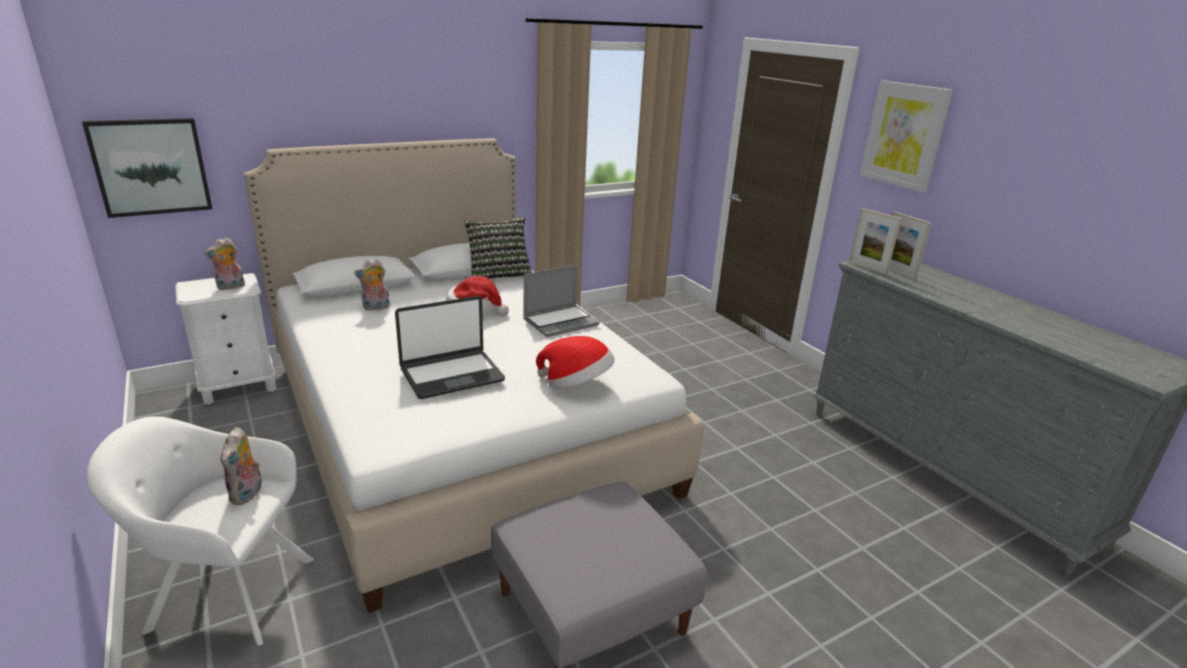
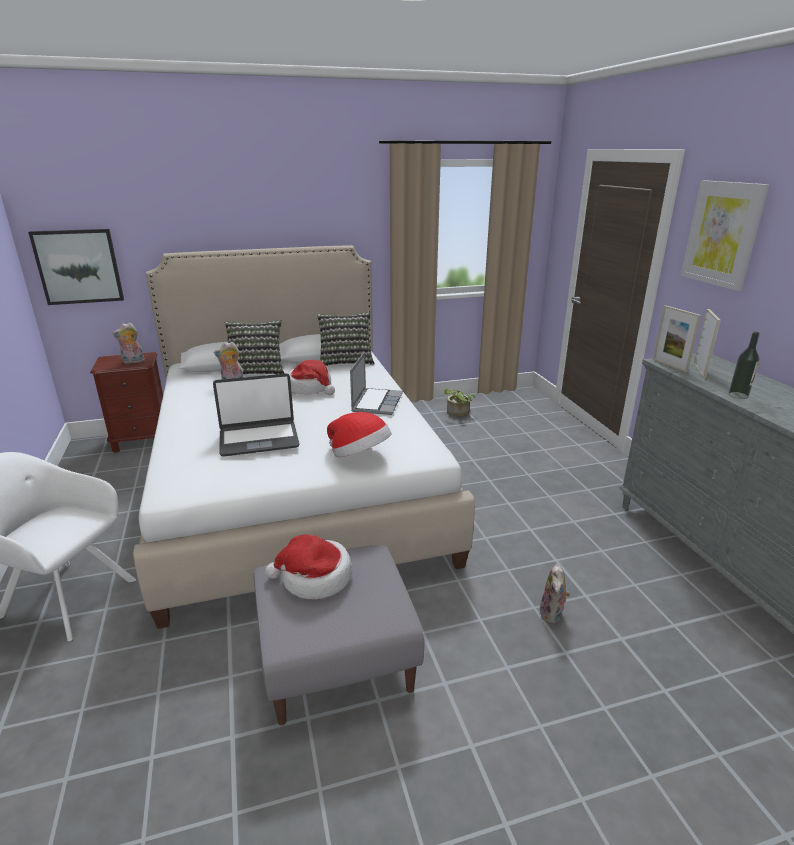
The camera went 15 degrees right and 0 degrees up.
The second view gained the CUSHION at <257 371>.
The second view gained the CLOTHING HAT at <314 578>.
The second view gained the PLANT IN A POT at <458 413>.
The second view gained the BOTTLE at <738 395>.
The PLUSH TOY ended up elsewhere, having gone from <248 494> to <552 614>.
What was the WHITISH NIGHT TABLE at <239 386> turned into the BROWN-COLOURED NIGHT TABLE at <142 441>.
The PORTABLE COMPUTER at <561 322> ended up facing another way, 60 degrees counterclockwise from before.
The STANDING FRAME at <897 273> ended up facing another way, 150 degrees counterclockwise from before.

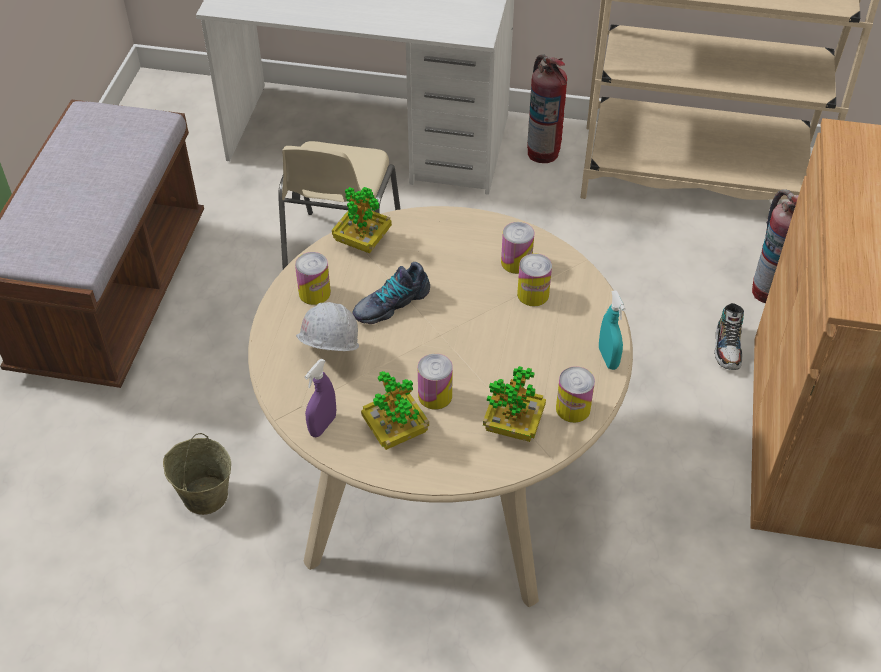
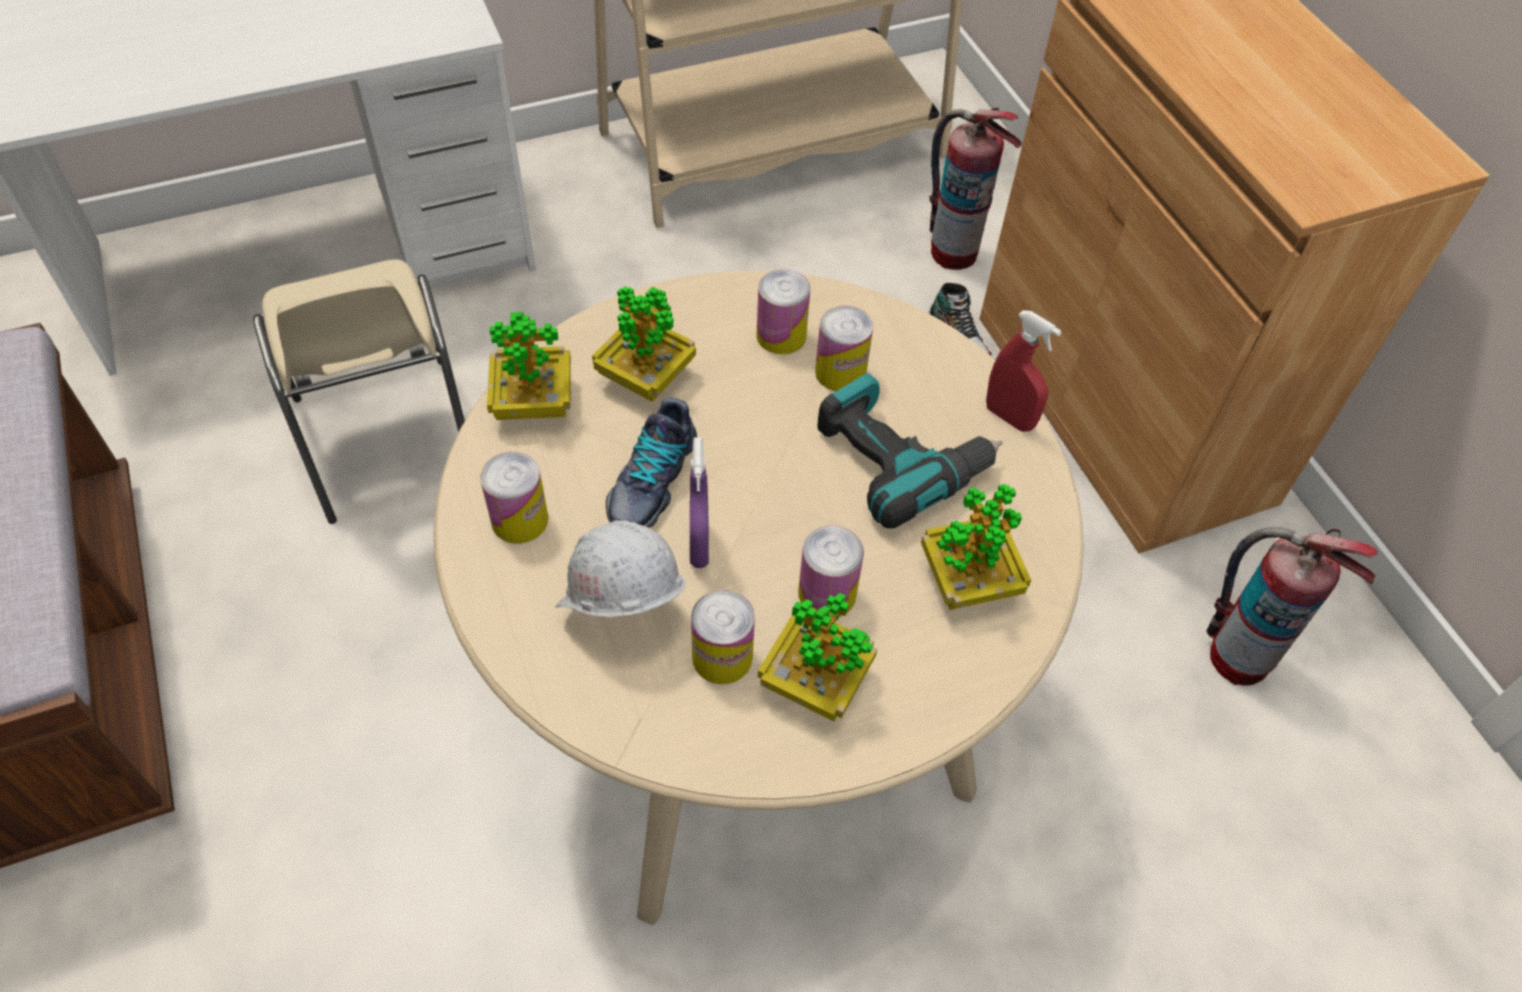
The camera went 35 degrees left and 5 degrees up.
The second view lost the BEIGE-COLOURED BUCKET at <204 495>.
The second view gained the PLANT IN A POT at <645 377>.
The second view gained the POWER DRILL at <899 459>.
The PURPLE SPRAYER ended up elsewhere, having gone from <322 425> to <699 545>.
The FIRE EXTINGUISHER ended up elsewhere, having gone from <543 152> to <1238 656>.
The SEALED CAN ended up elsewhere, having gone from <573 408> to <722 657>.
What was the TURQUOISE SPRAYER at <608 358> turned into the RED SPRAYER at <1009 417>.

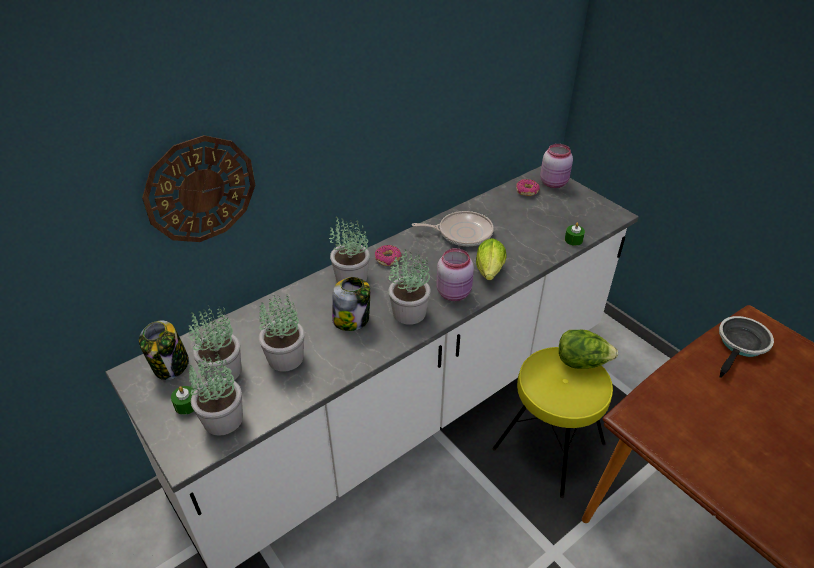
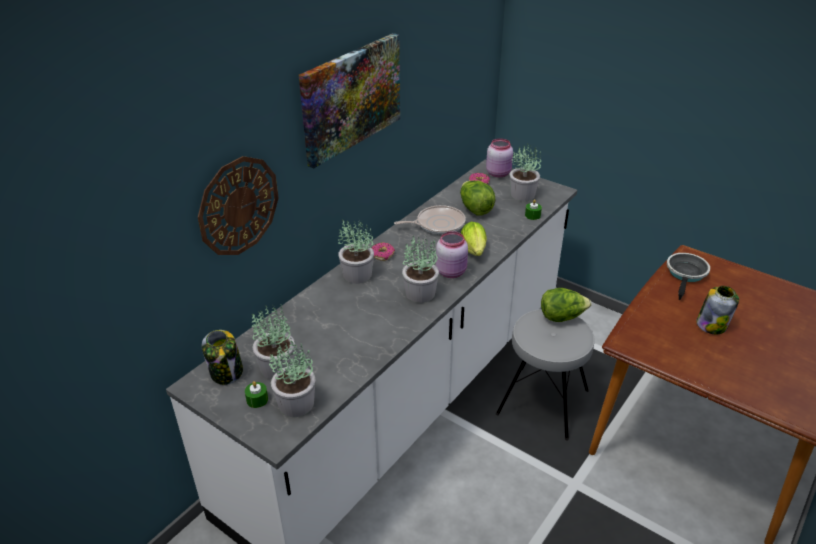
The camera went 15 degrees left and 5 degrees down.
The second view gained the PICTURE at <351 98>.
The second view gained the LETTUCE at <475 209>.
The PLANT IN A POT ended up elsewhere, having gone from <286 358> to <523 194>.
The STORAGE JAR ended up elsewhere, having gone from <352 319> to <712 325>.
What was the YELLOWISH SITTING STOOL at <549 447> turned into the GRAY SITTING STOOL at <543 402>.

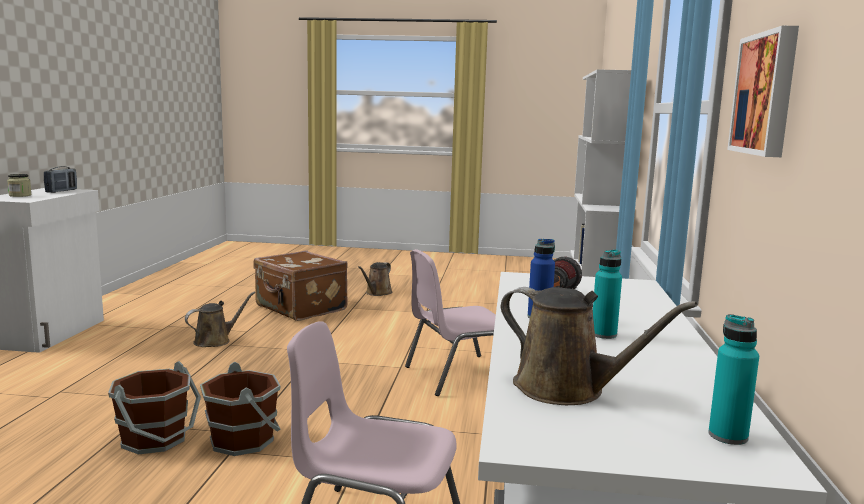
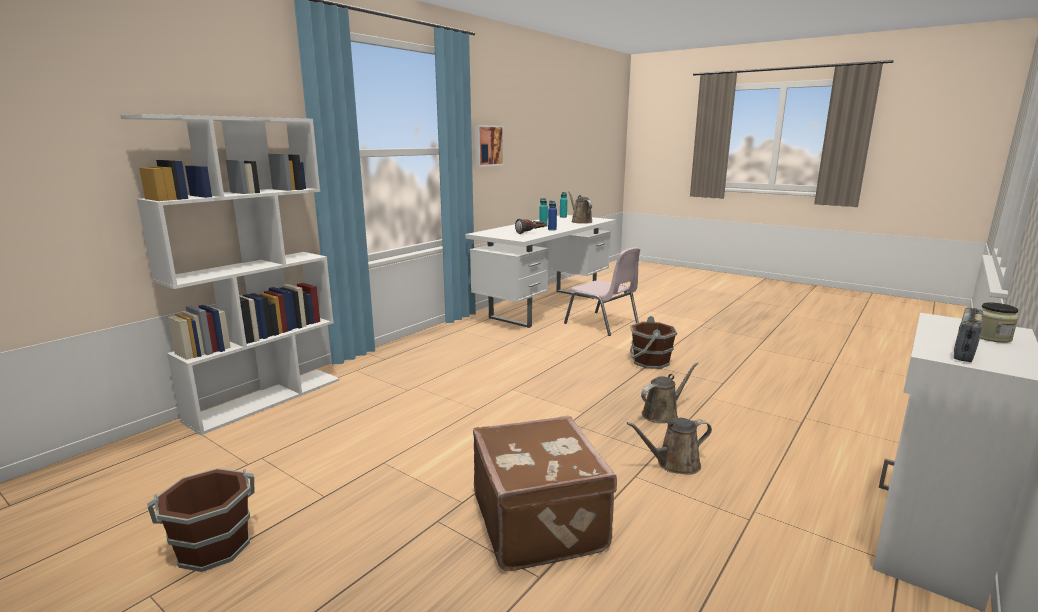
The camera went 150 degrees left and 5 degrees up.
The second view lost the PINK PLAIN CHAIR at <458 375>.
The BROWN-COLOURED BUCKET ended up elsewhere, having gone from <155 439> to <213 546>.
The BROWN-COLOURED WATERING CAN ended up elsewhere, having gone from <377 293> to <662 414>.

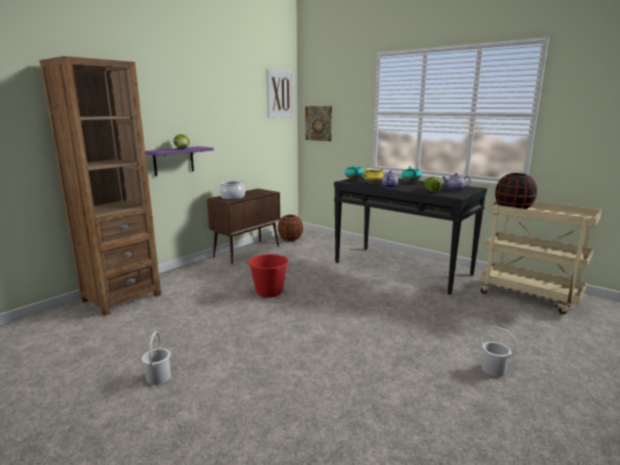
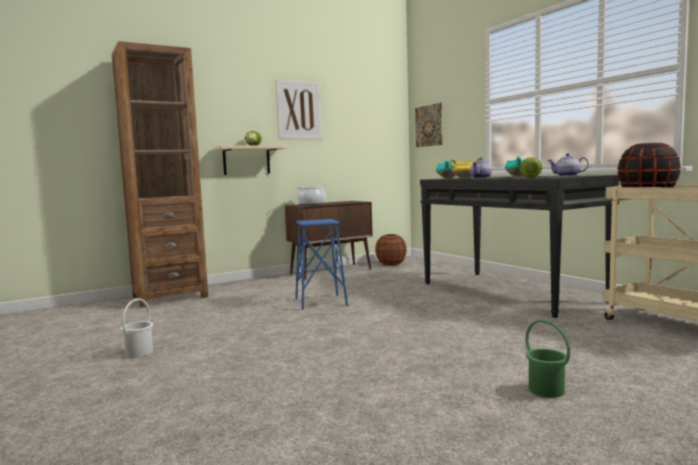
The camera went 20 degrees right and 10 degrees down.
The PICTURE ended up elsewhere, having gone from <280 94> to <298 110>.
Where the RED BUCKET stood at <269 292>, the BLUISH SITTING STOOL came to stand at <320 302>.
What was the PURPLE SHELF at <173 161> turned into the BEIGE-COLOURED SHELF at <246 160>.
What was the WHITISH BUCKET at <493 369> turned into the GREENISH BUCKET at <546 390>.

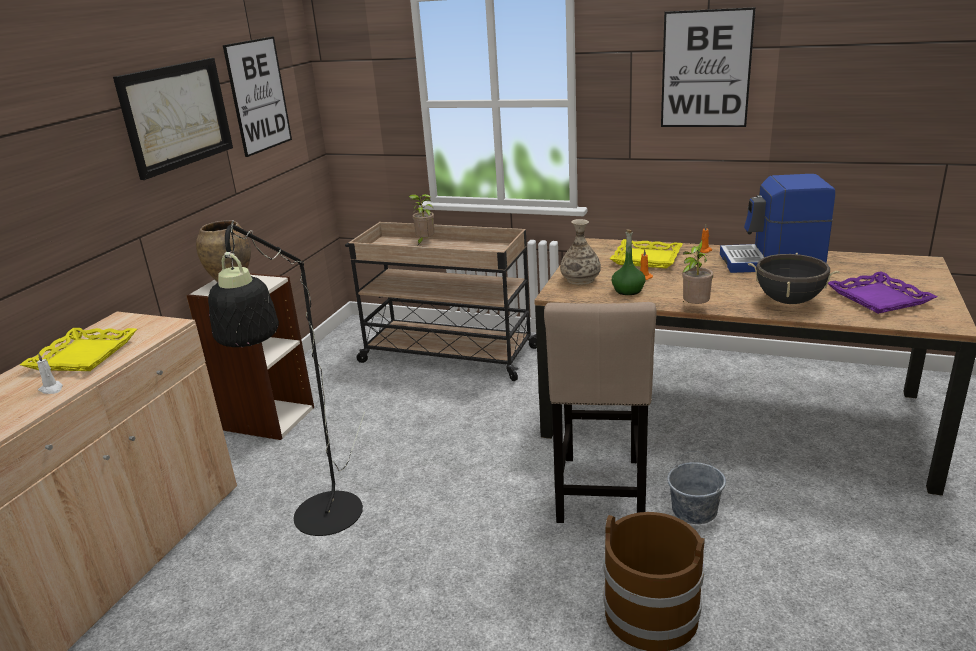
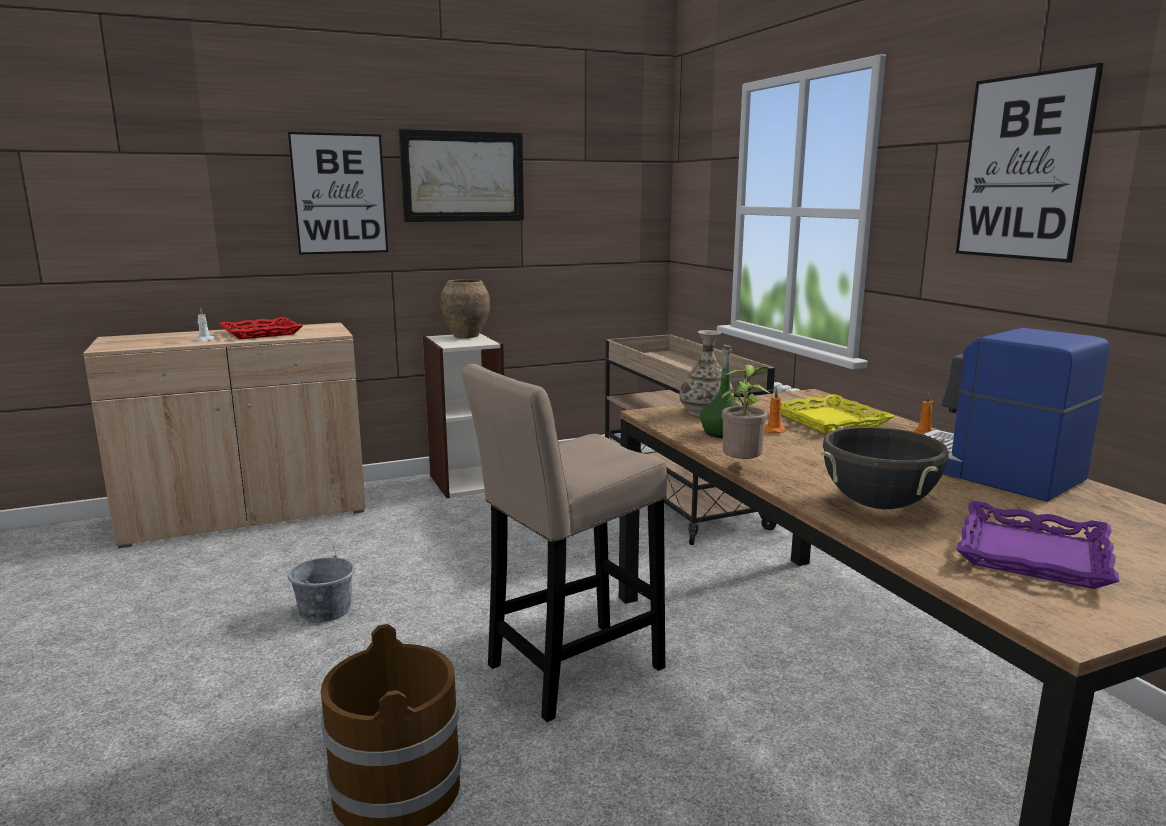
The camera went 45 degrees right and 10 degrees down.
The second view lost the BLACKISH FLOOR LAMP at <324 525>.
The second view lost the PLANT IN A POT at <424 242>.
The PICTURE ended up elsewhere, having gone from <258 95> to <339 194>.
The GRAY BUCKET ended up elsewhere, having gone from <694 510> to <325 610>.
What was the YELLOWISH CARRYING TRAY at <83 355> turned into the RED CARRYING TRAY at <261 333>.

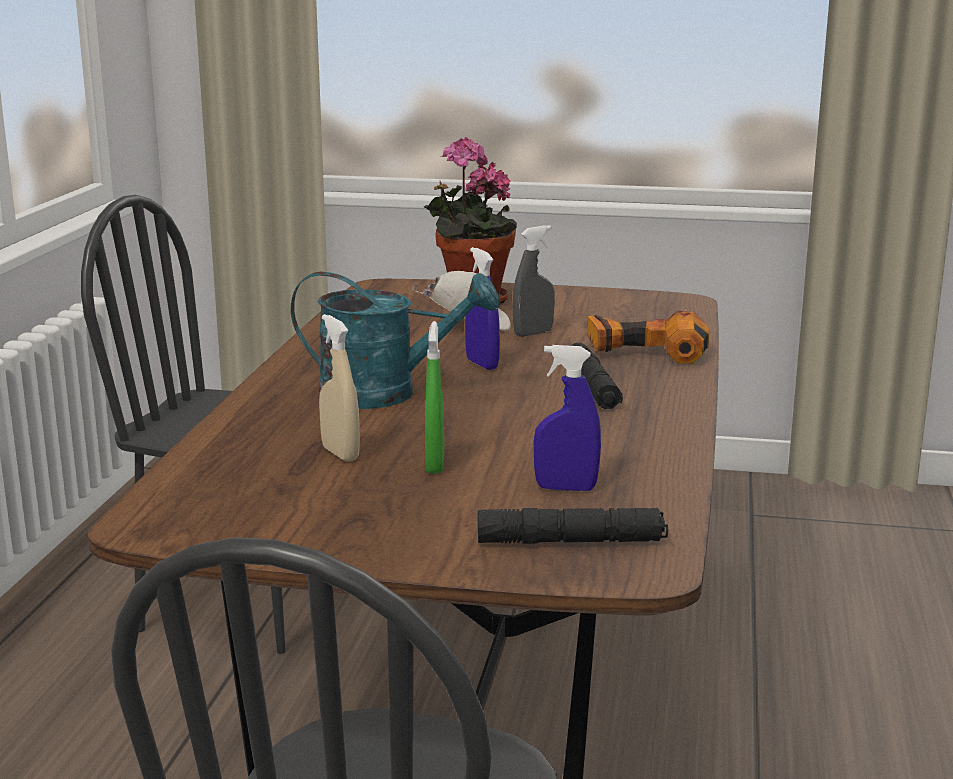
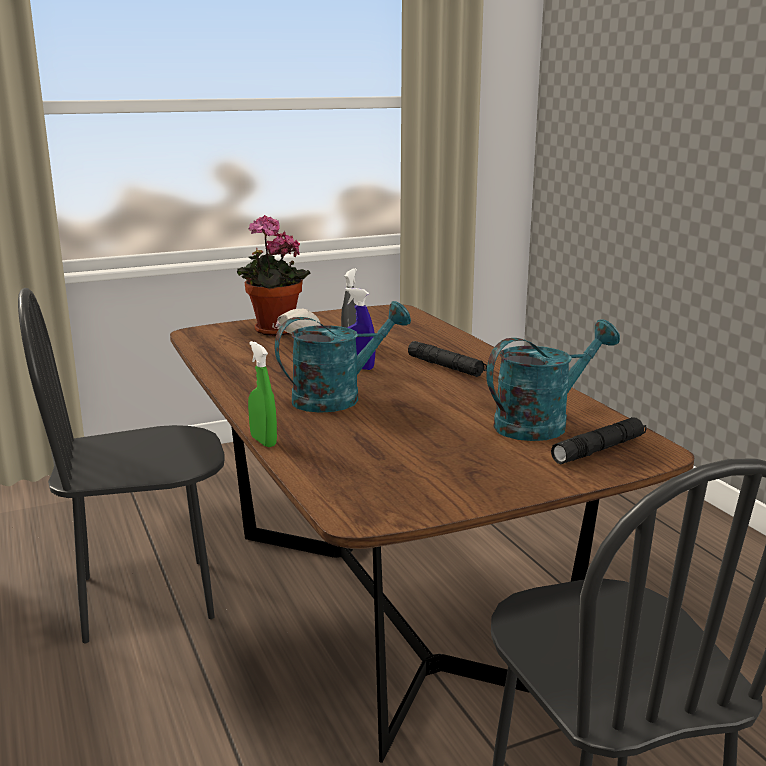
The camera went 35 degrees left and 0 degrees up.
The second view lost the BEIGE-COLOURED SPRAYER at <340 453>.
The second view lost the POWER DRILL at <646 347>.
The GREENISH SPRAYER ended up elsewhere, having gone from <434 464> to <263 441>.
Where the BLUISH SPRAYER stood at <566 488>, the TURQUOISE WATERING CAN came to stand at <541 423>.

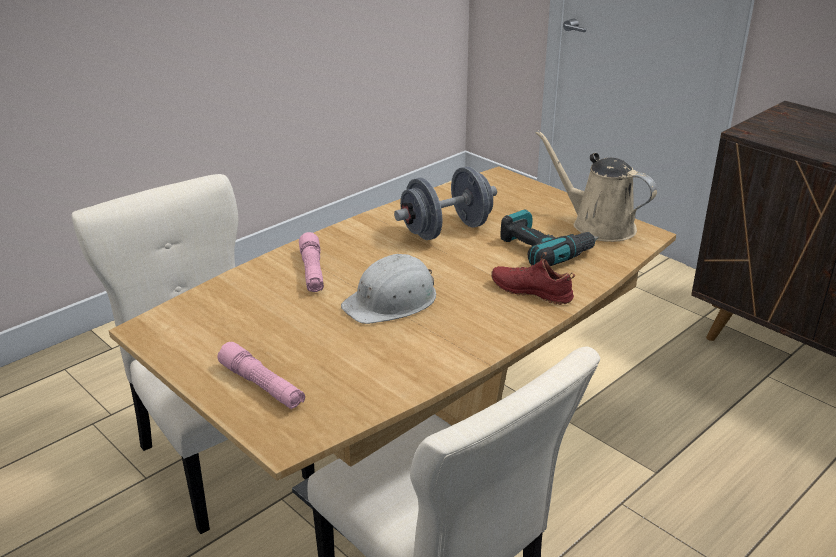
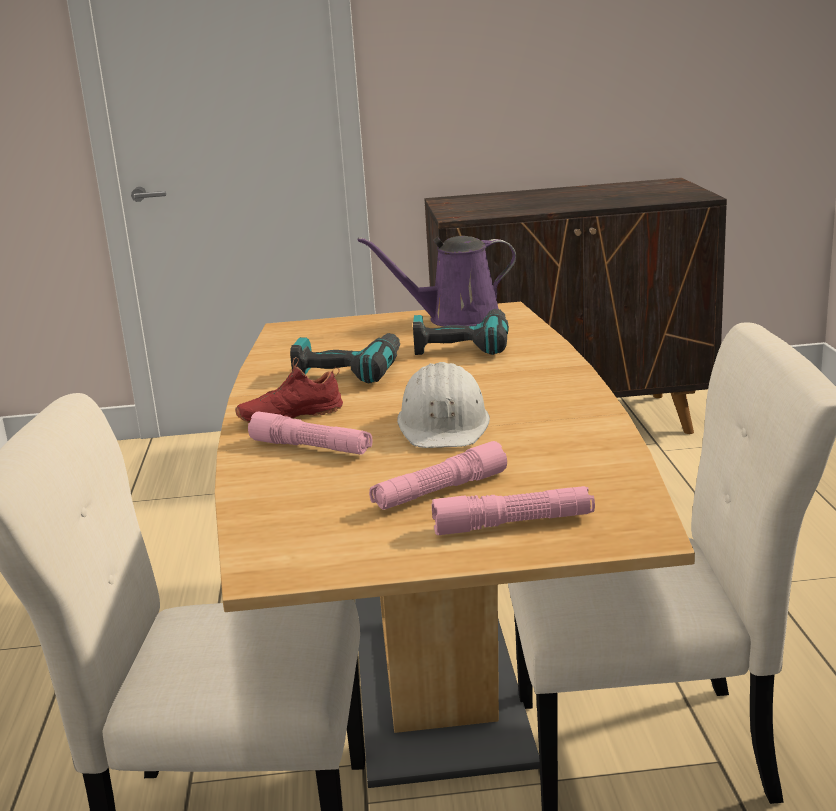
The camera went 50 degrees left and 10 degrees down.
The second view gained the PINK TORCH at <440 491>.
The RED LOW SHOE ended up elsewhere, having gone from <532 291> to <290 416>.
Where the GRAY HAND WEIGHT stood at <446 230>, the POWER DRILL came to stand at <348 371>.
What was the BEIGE-COLOURED WATERING CAN at <598 225> turned into the PURPLE WATERING CAN at <457 319>.

